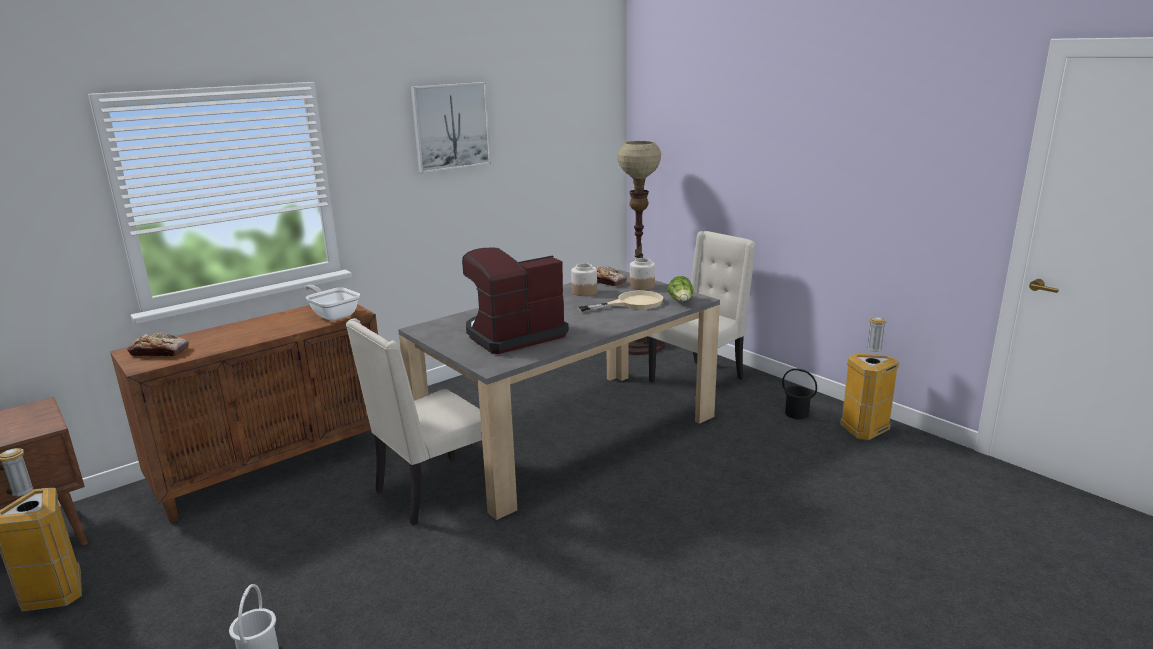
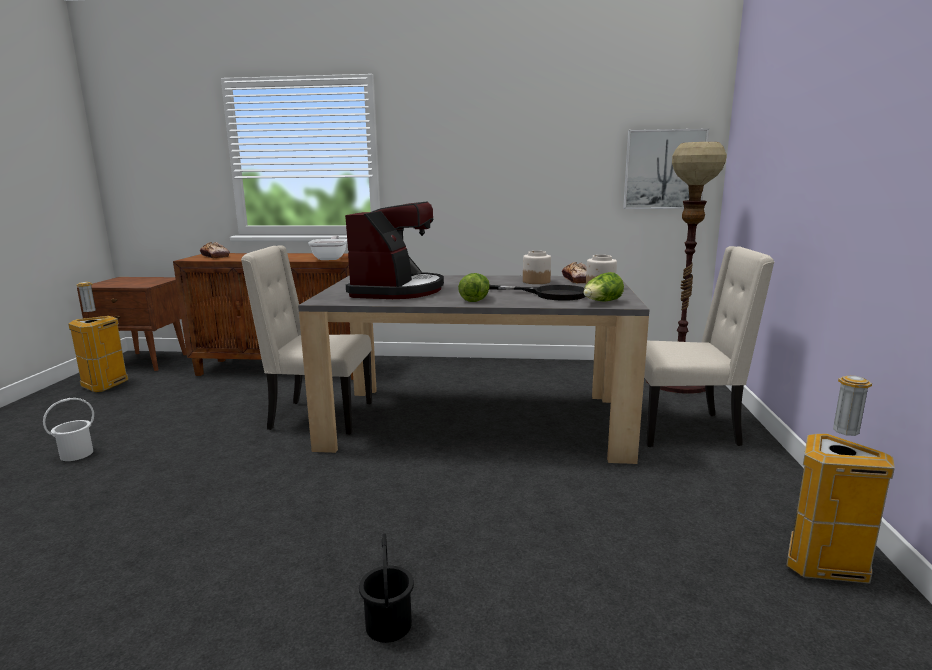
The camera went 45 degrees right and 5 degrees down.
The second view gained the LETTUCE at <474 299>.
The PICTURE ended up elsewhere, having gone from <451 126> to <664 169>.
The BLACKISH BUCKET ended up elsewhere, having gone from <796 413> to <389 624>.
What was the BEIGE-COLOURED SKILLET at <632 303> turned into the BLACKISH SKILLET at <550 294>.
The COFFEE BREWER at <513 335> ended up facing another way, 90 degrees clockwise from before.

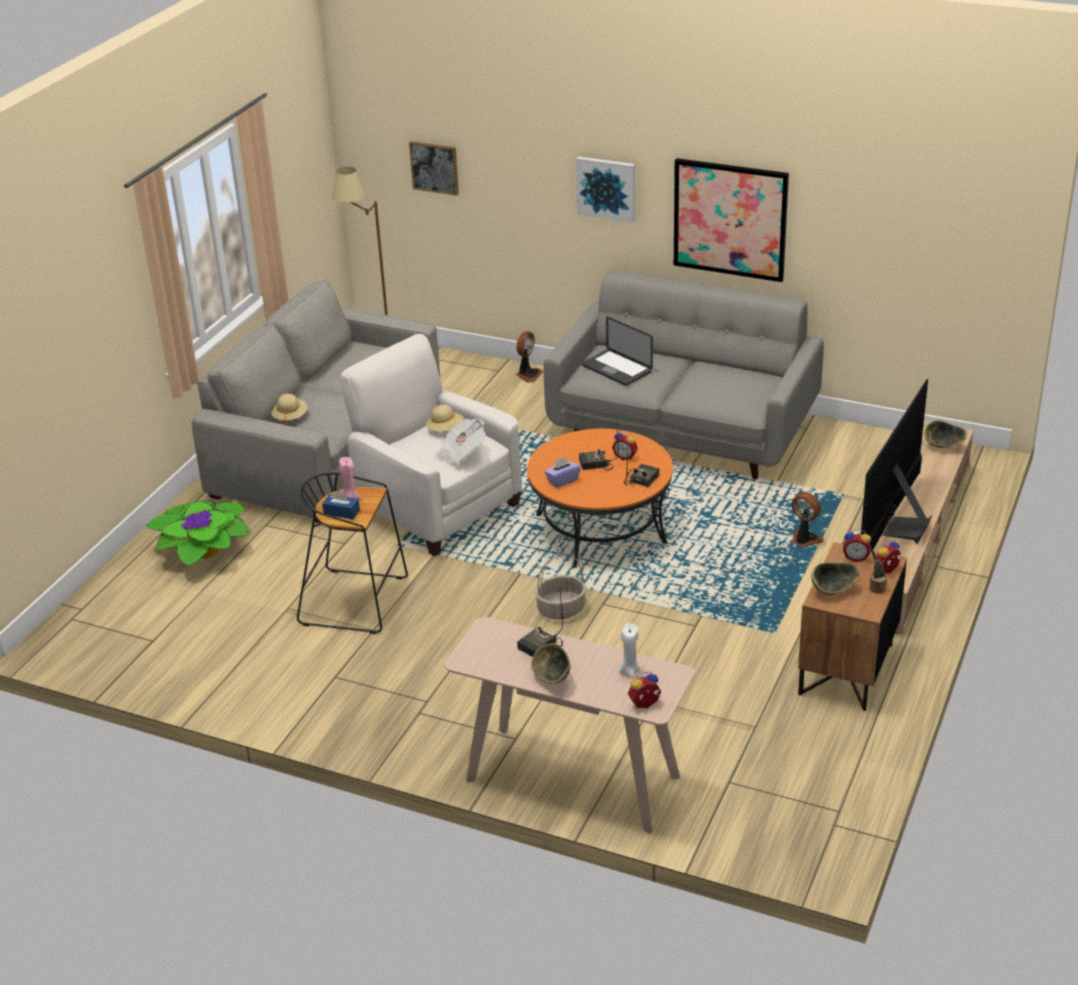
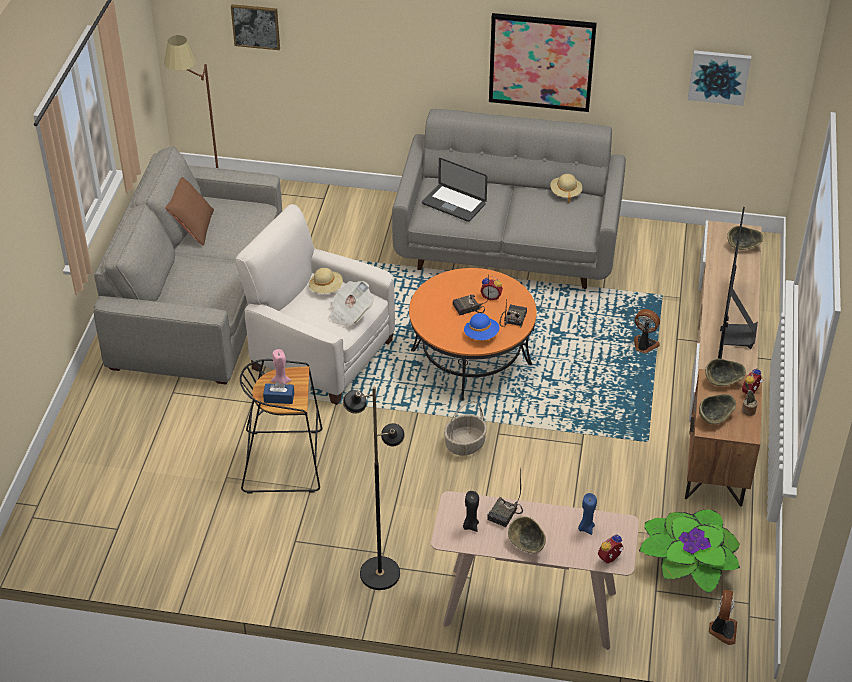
The camera went 15 degrees left and 10 degrees up.
The second view lost the PURPLE TISSUE HOLDER at <562 480>.
The second view gained the BROWN-COLOURED CUSHION at <192 226>.
The second view gained the BLACKISH FLOOR LAMP at <379 573>.
The second view gained the BLACKISH WAX CANDLE at <470 525>.
The second view gained the BLUISH CLOTHING HAT at <481 335>.
The PLANT IN A POT ended up elsewhere, having gone from <202 551> to <688 563>.
The BEIGE-COLOURED CLOTHING HAT ended up elsewhere, having gone from <289 417> to <565 193>.
The FAN ended up elsewhere, having gone from <528 375> to <722 630>.
The PICTURE ended up elsewhere, having gone from <606 188> to <719 76>.
Where the TABLE CLOCK stood at <856 557>, the DEEP DISH came to stand at <722 382>.
What was the WHITISH WAX CANDLE at <629 671> turned into the BLUISH WAX CANDLE at <586 528>.

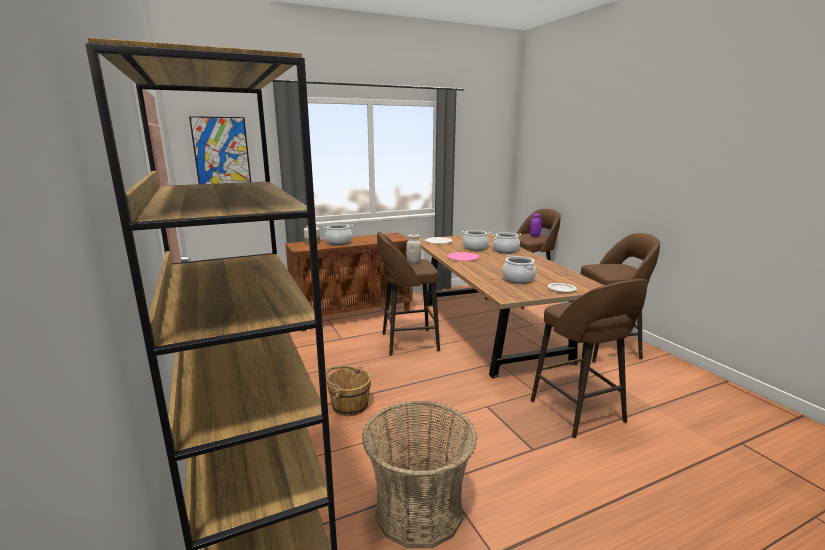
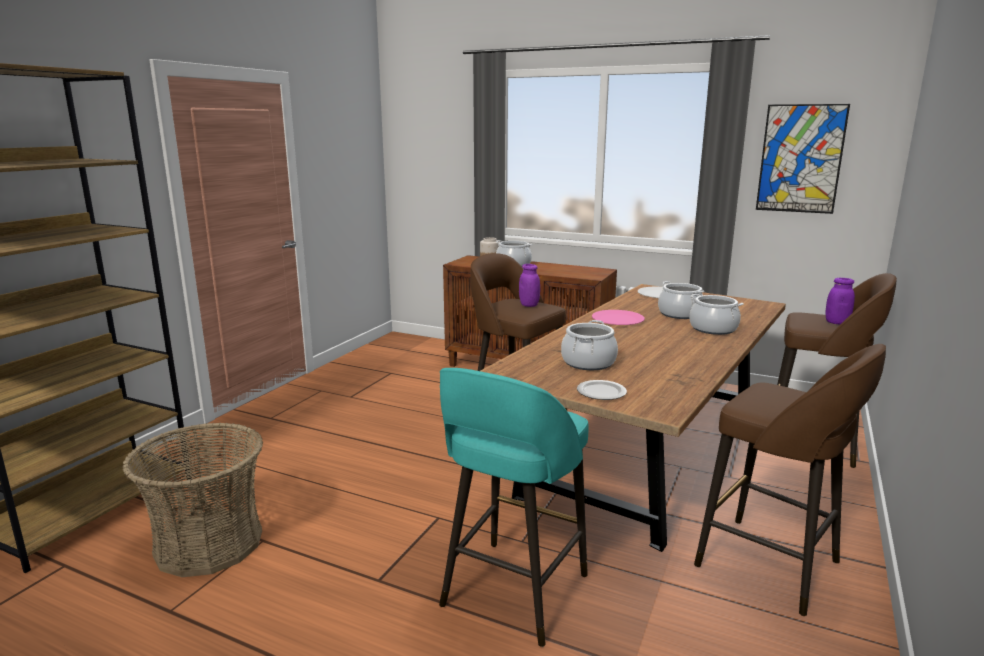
The camera went 50 degrees right and 0 degrees up.
The second view lost the BROWN-COLOURED BUCKET at <349 405>.
The PICTURE ended up elsewhere, having gone from <222 154> to <800 159>.
What was the WHITISH STORAGE JAR at <413 262> turned into the PURPLE STORAGE JAR at <529 305>.
What was the BROWN-COLOURED SITTING STOOL at <579 413> turned into the TURQUOISE SITTING STOOL at <512 593>.

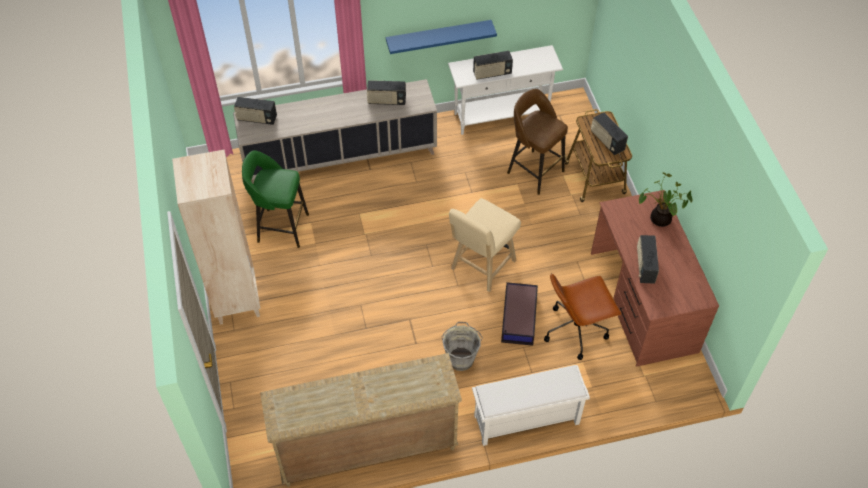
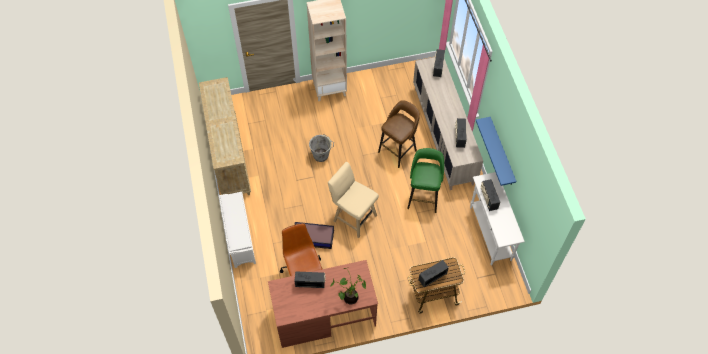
The camera went 90 degrees right and 5 degrees up.
The GREENISH SITTING STOOL ended up elsewhere, having gone from <281 228> to <423 197>.
The GRAY BUCKET ended up elsewhere, having gone from <461 358> to <321 155>.
The BROWN-COLOURED SITTING STOOL ended up elsewhere, having gone from <534 171> to <398 151>.

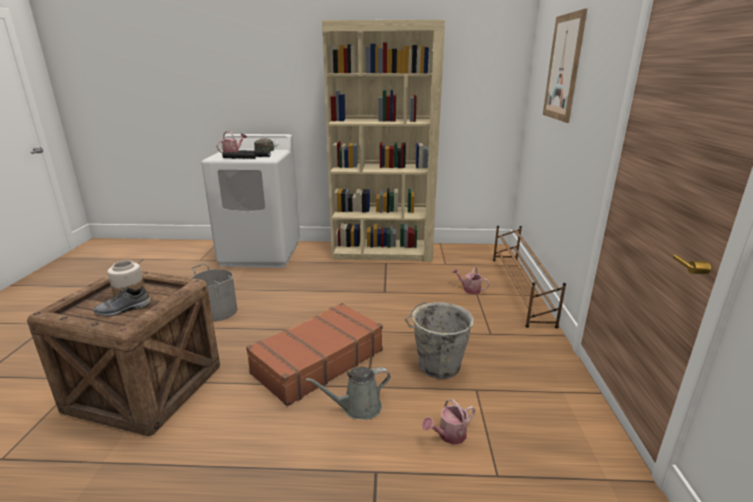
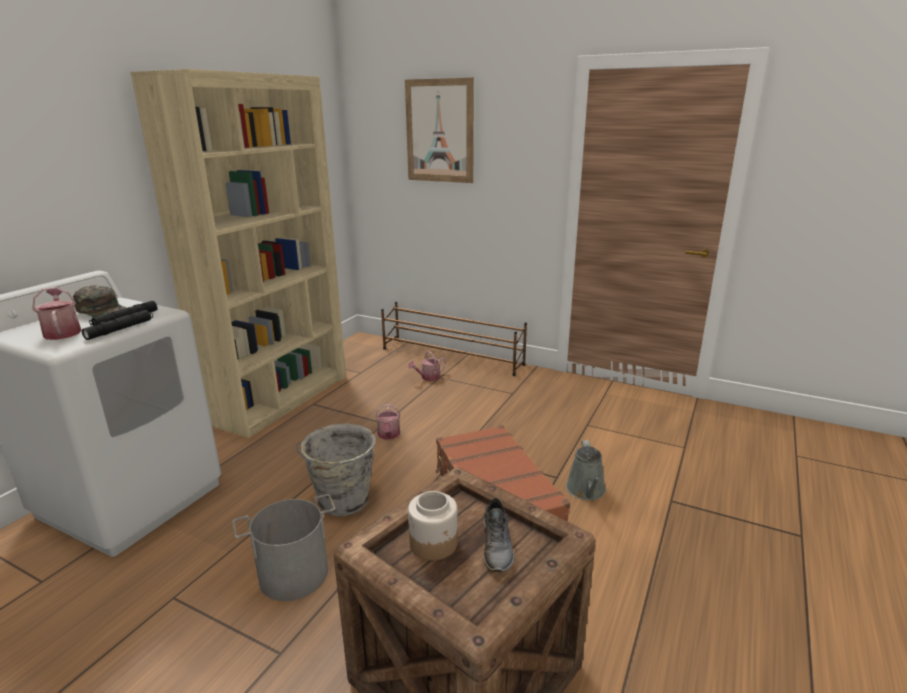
The camera went 65 degrees left and 0 degrees up.
The GRAY BUCKET ended up elsewhere, having gone from <437 366> to <343 502>.
The WATERING CAN ended up elsewhere, having gone from <449 435> to <388 435>.

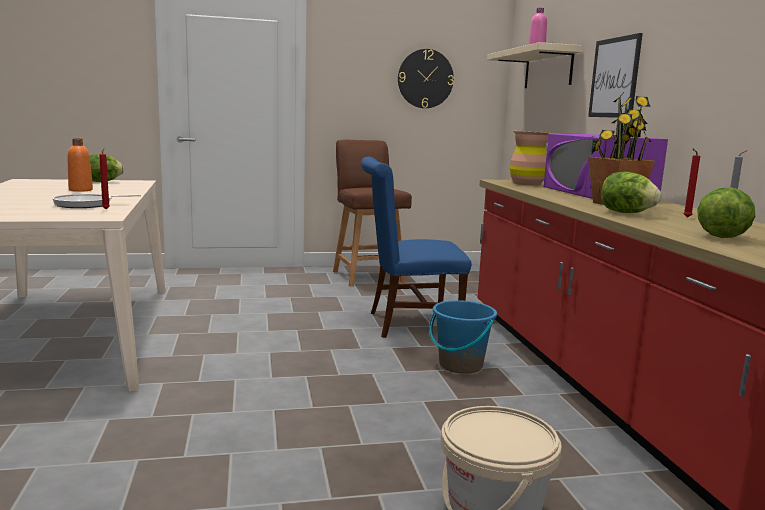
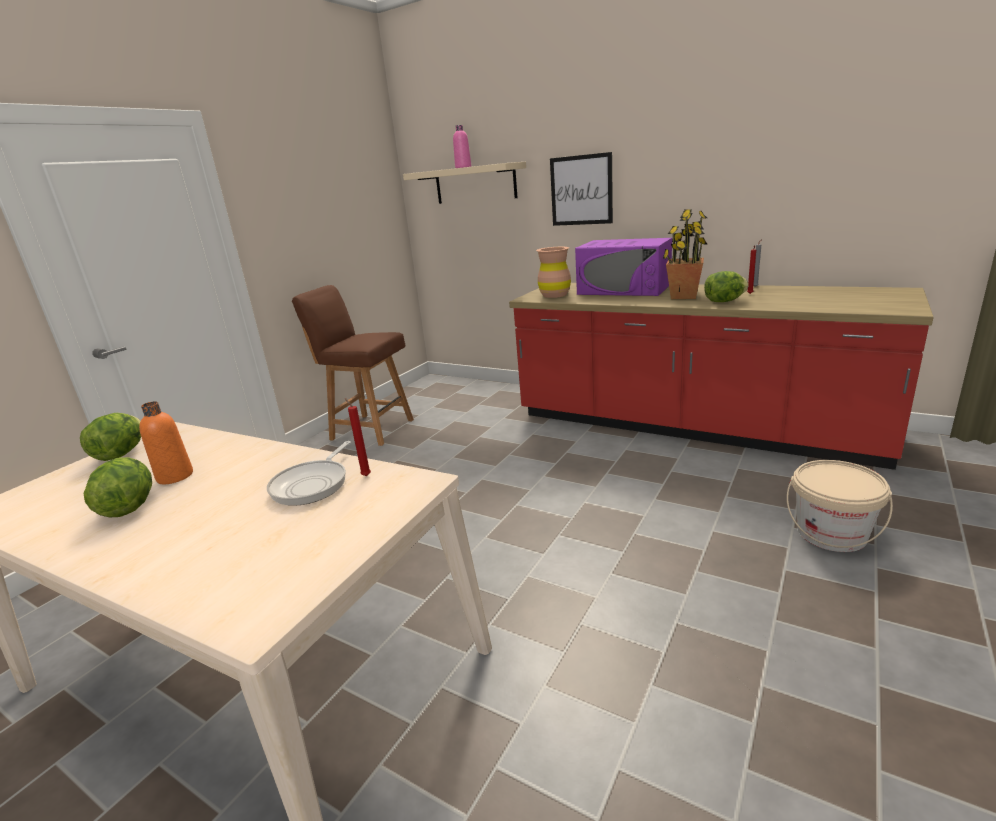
The camera went 45 degrees left and 10 degrees up.
The second view lost the BLUISH PLAIN CHAIR at <407 324>.
The second view lost the WALL CLOCK at <425 79>.
The second view lost the BLUISH BUCKET at <460 365>.
The LETTUCE ended up elsewhere, having gone from <721 236> to <129 507>.

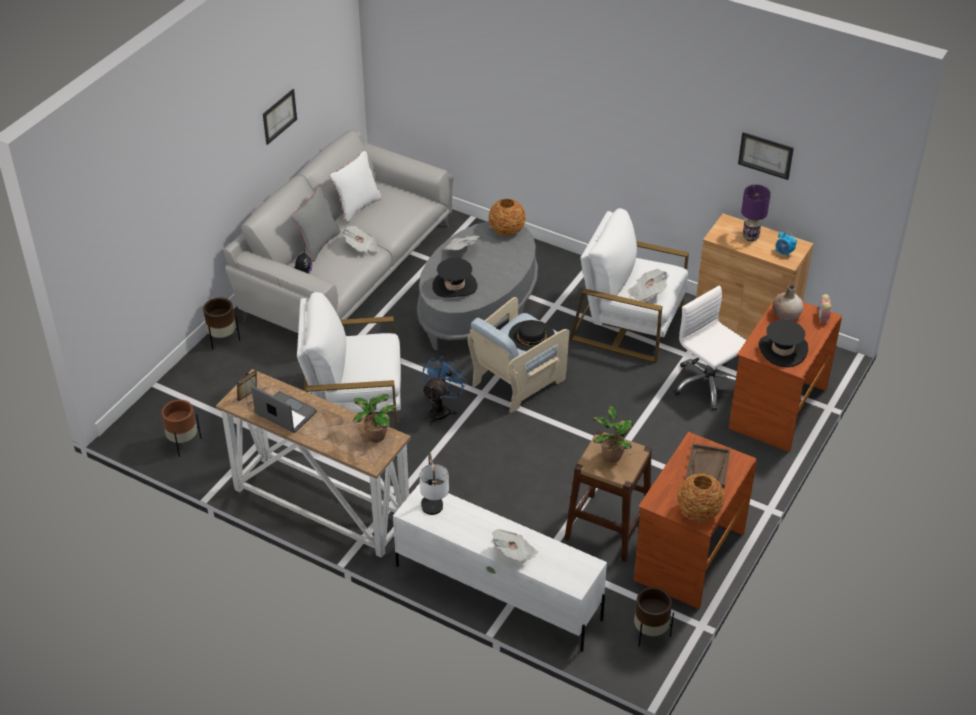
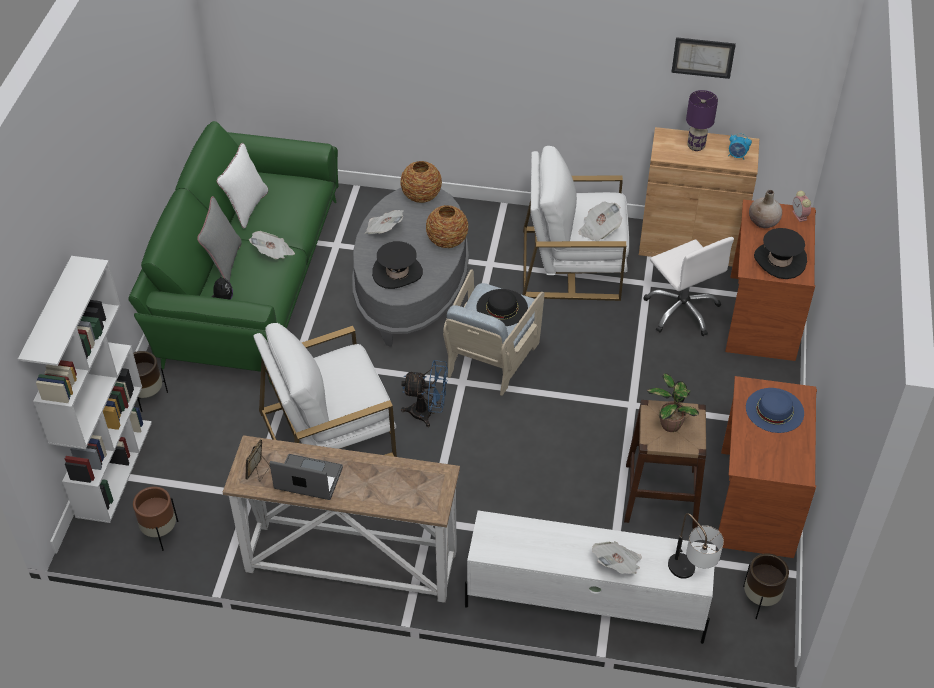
The camera went 20 degrees left and 5 degrees up.
The second view lost the PICTURE at <279 116>.
The second view lost the PLANT IN A POT at <374 436>.
The second view gained the WHITISH SHELVING UNIT at <114 468>.
The LAMP FOR A TABLE ended up elsewhere, having gone from <434 514> to <690 577>.
The FLOWER VASE ended up elsewhere, having gone from <698 512> to <447 241>.
Where the BROWN-COLOURED CARRYING TRAY stood at <707 467>, the BLUISH CLOTHING HAT came to stand at <774 410>.
What was the GRAY SOFA at <346 270> turned into the GREENISH SOFA at <248 279>.
The BLUISH FAN at <441 410> ended up facing another way, 90 degrees clockwise from before.
The WHITISH DESK CHAIR at <707 385> ended up facing another way, 150 degrees counterclockwise from before.

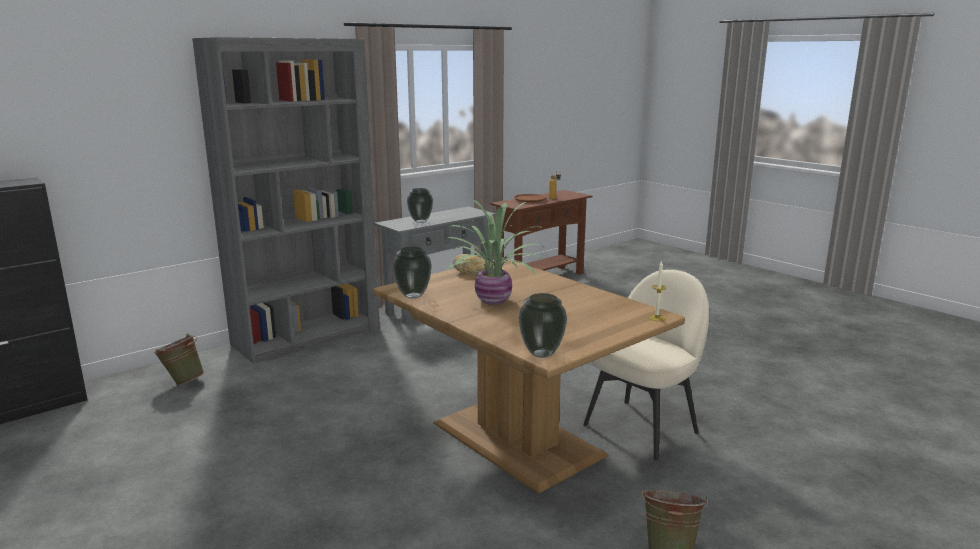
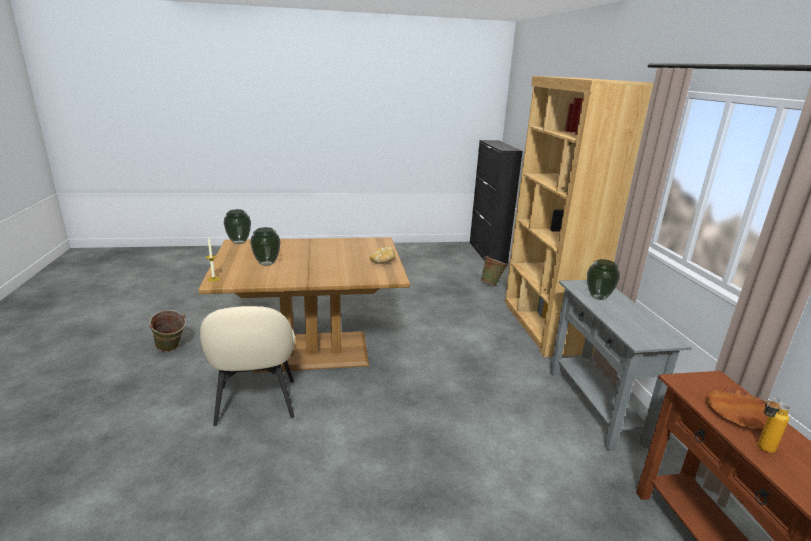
The camera went 120 degrees right and 5 degrees up.
The second view lost the PLANT IN A POT at <493 301>.
The FLOWER VASE ended up elsewhere, having gone from <413 296> to <266 263>.
What was the GRAY SHELVING UNIT at <307 336> turned into the BROWN-COLOURED SHELVING UNIT at <544 326>.

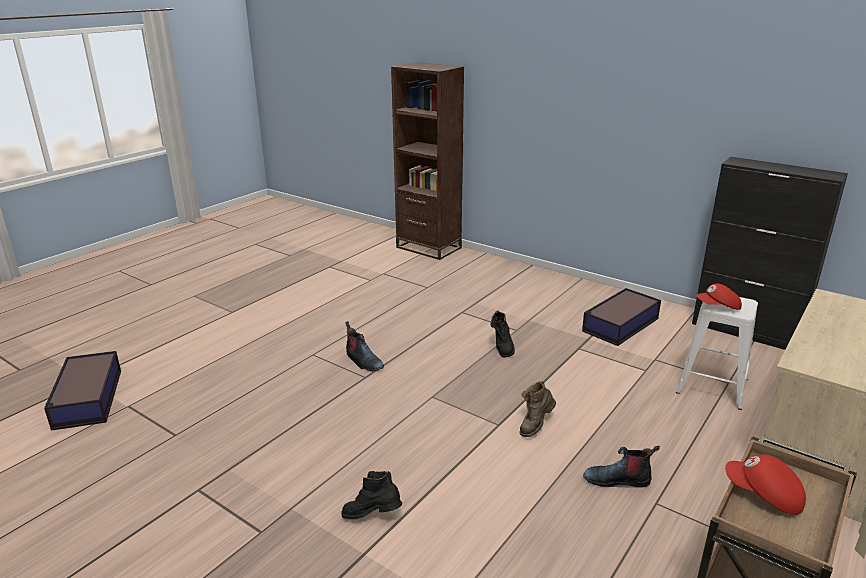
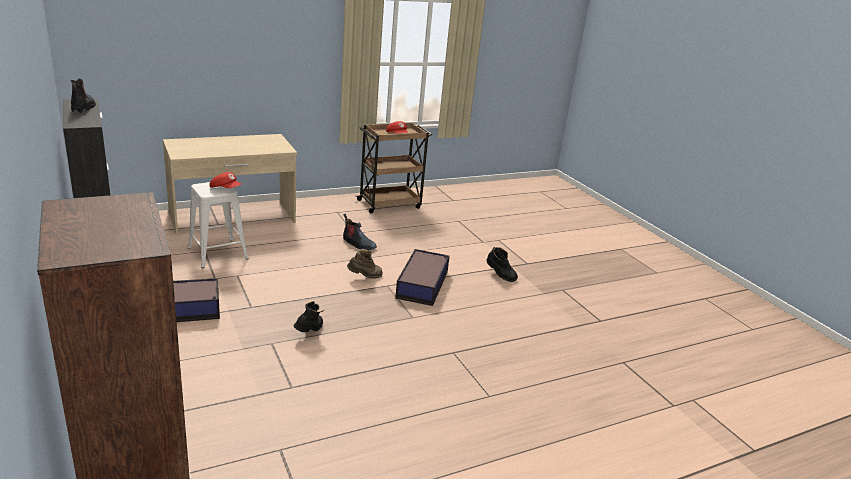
The camera went 155 degrees left and 0 degrees up.
The STORAGE BIN ended up elsewhere, having gone from <87 399> to <423 284>.
The BOOT ended up elsewhere, having gone from <363 361> to <83 107>.

